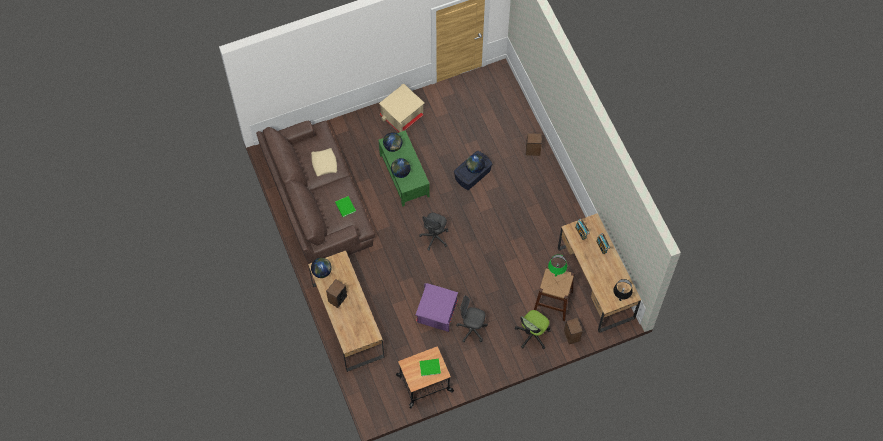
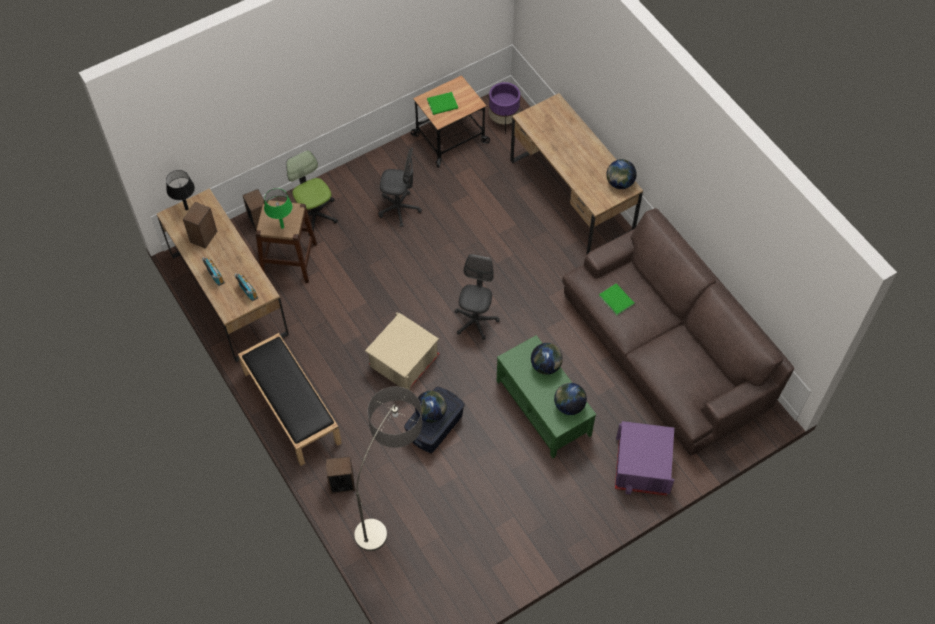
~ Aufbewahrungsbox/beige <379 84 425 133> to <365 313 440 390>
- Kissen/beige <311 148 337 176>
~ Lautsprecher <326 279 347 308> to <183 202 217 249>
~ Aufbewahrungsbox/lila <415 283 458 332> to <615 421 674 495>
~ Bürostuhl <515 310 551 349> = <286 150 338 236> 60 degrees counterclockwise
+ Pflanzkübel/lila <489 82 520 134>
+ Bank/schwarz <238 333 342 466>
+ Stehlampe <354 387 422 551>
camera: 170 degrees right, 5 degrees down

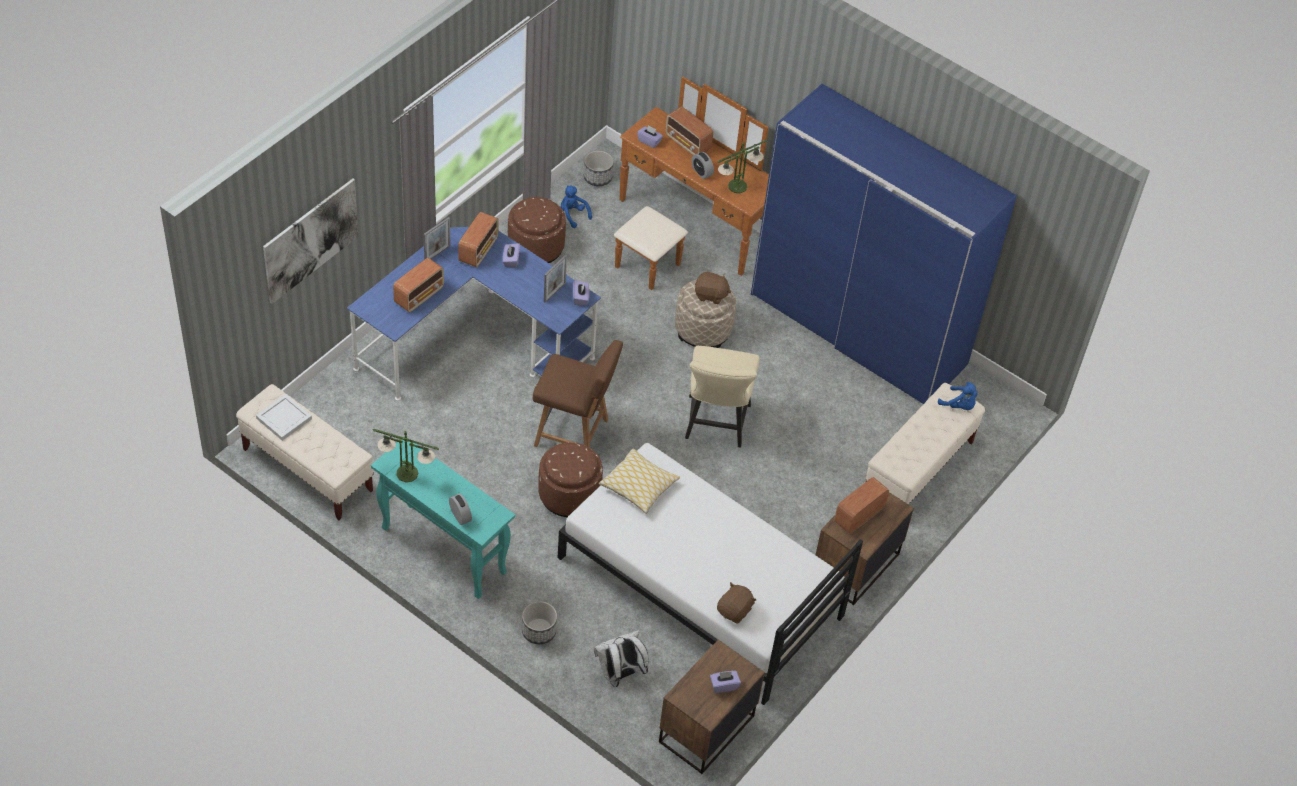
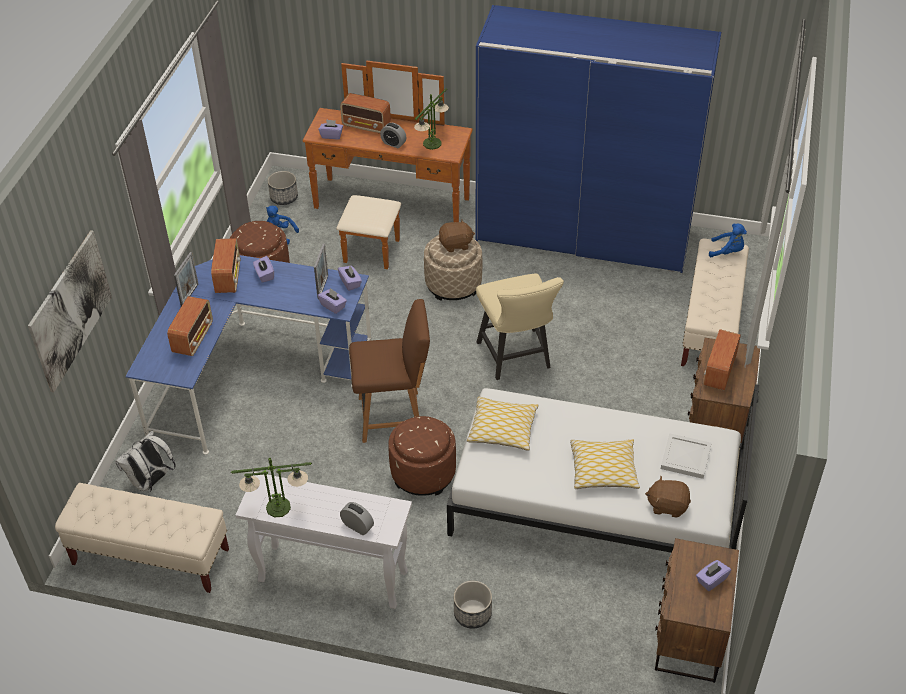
~ Tablett/weiß <256 394 312 441> to <661 433 712 479>
~ Konsolentisch/türkis <371 436 515 599> to Konsolentisch/weiß <236 472 412 609>
~ Plüschtier/braun <717 582 756 624> = <645 475 691 518> 90 degrees counterclockwise
~ Rucksack/weiß <594 630 649 687> to <115 431 176 492>
+ Taschentuchbox/lila <318 288 347 314>
+ Kissen <570 439 640 489>
camera: 20 degrees left, 5 degrees down

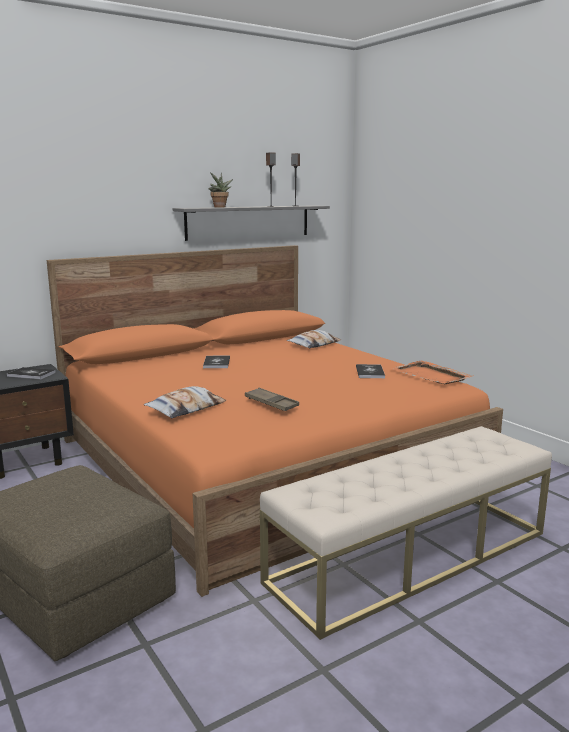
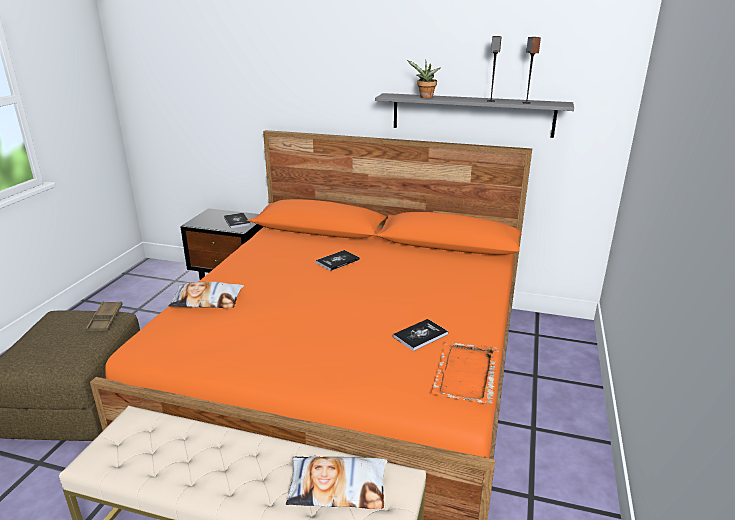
~ Kissen <287 330 341 348> to <286 456 387 509>
~ Tablett/braun <245 388 299 411> to <86 301 122 332>
camera: 50 degrees right, 10 degrees up

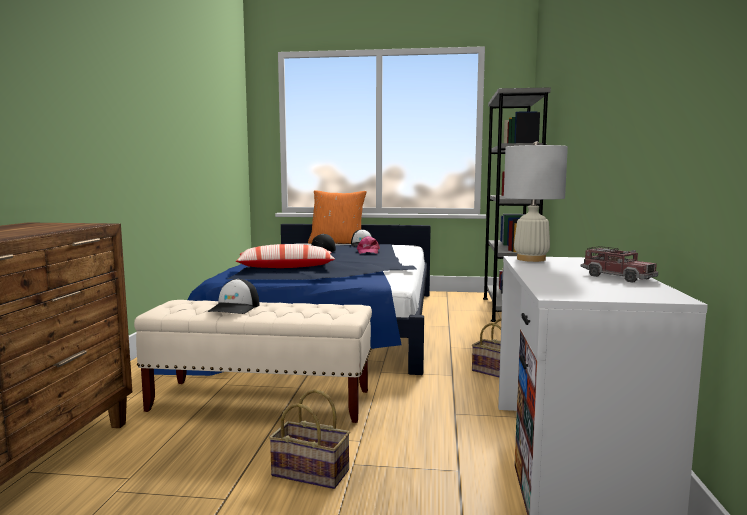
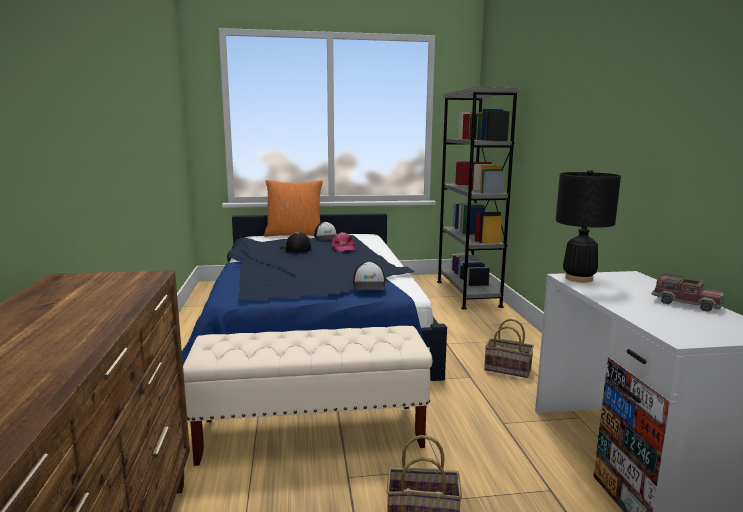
~ Tischlampe/weiß <504 141 568 262> to Tischlampe/schwarz <556 170 621 282>
- Kissen <236 244 335 268>
~ Kappe <207 279 259 314> to <353 261 386 290>
camera: 15 degrees left, 5 degrees up

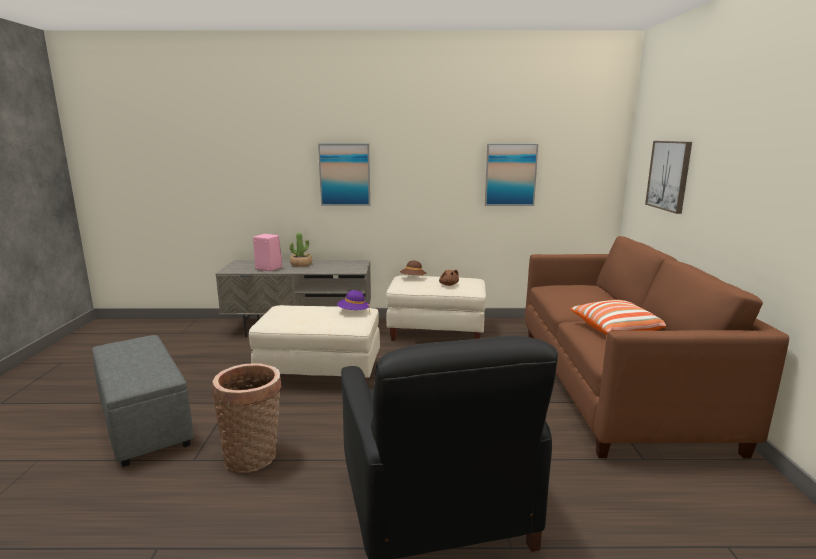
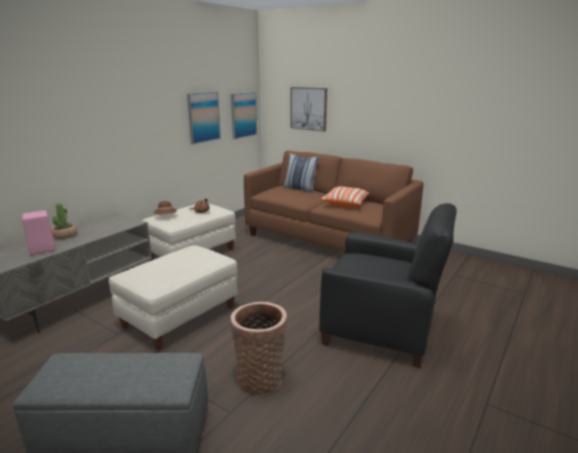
~ Bild <318 144 370 206> to <231 92 257 139>
- Hut/lila <337 290 370 310>
+ Kissen <283 153 320 193>
camera: 55 degrees left, 5 degrees up

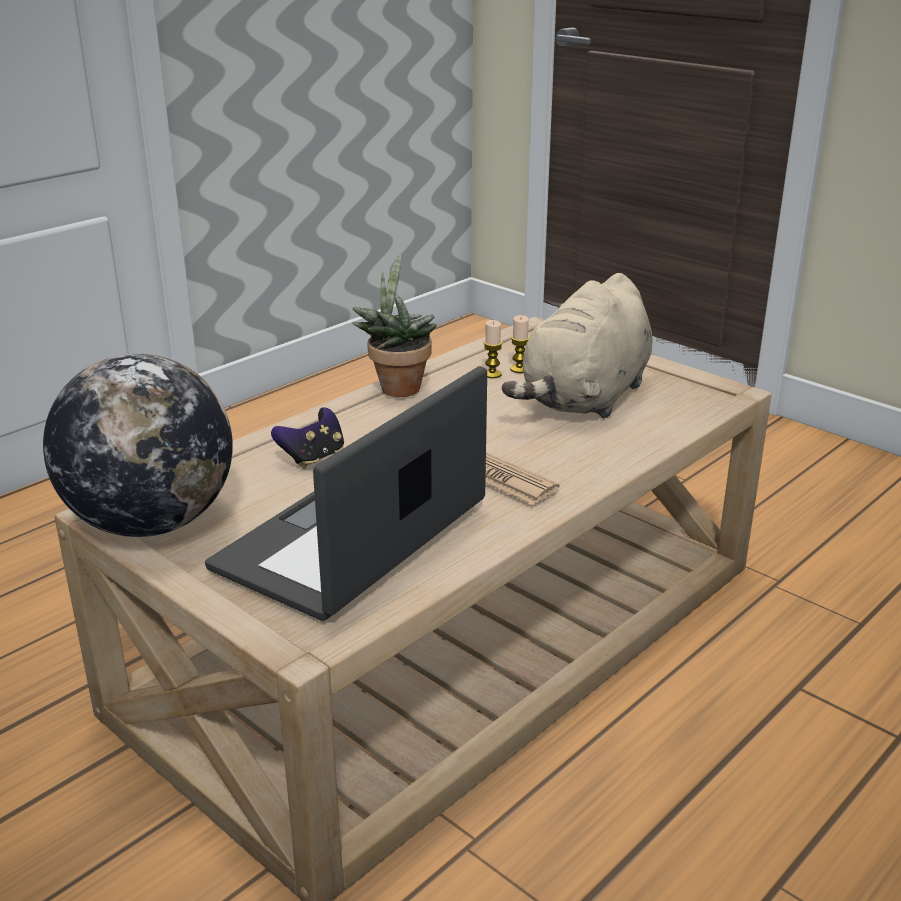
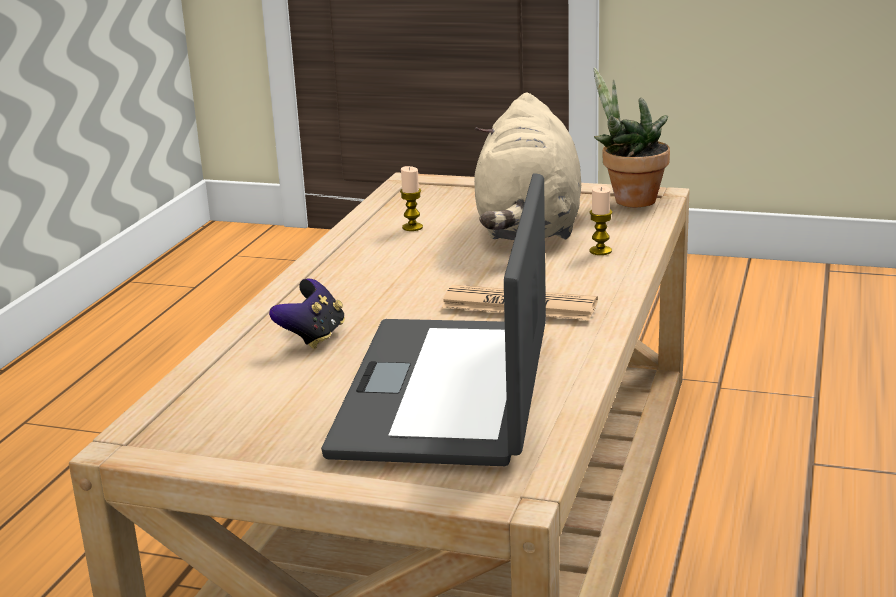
~ Topfpflanze <352 255 437 397> to <594 67 670 207>
~ Kerze <510 315 530 373> to <589 185 612 255>
- Globus <43 354 233 537>
camera: 25 degrees left, 5 degrees down

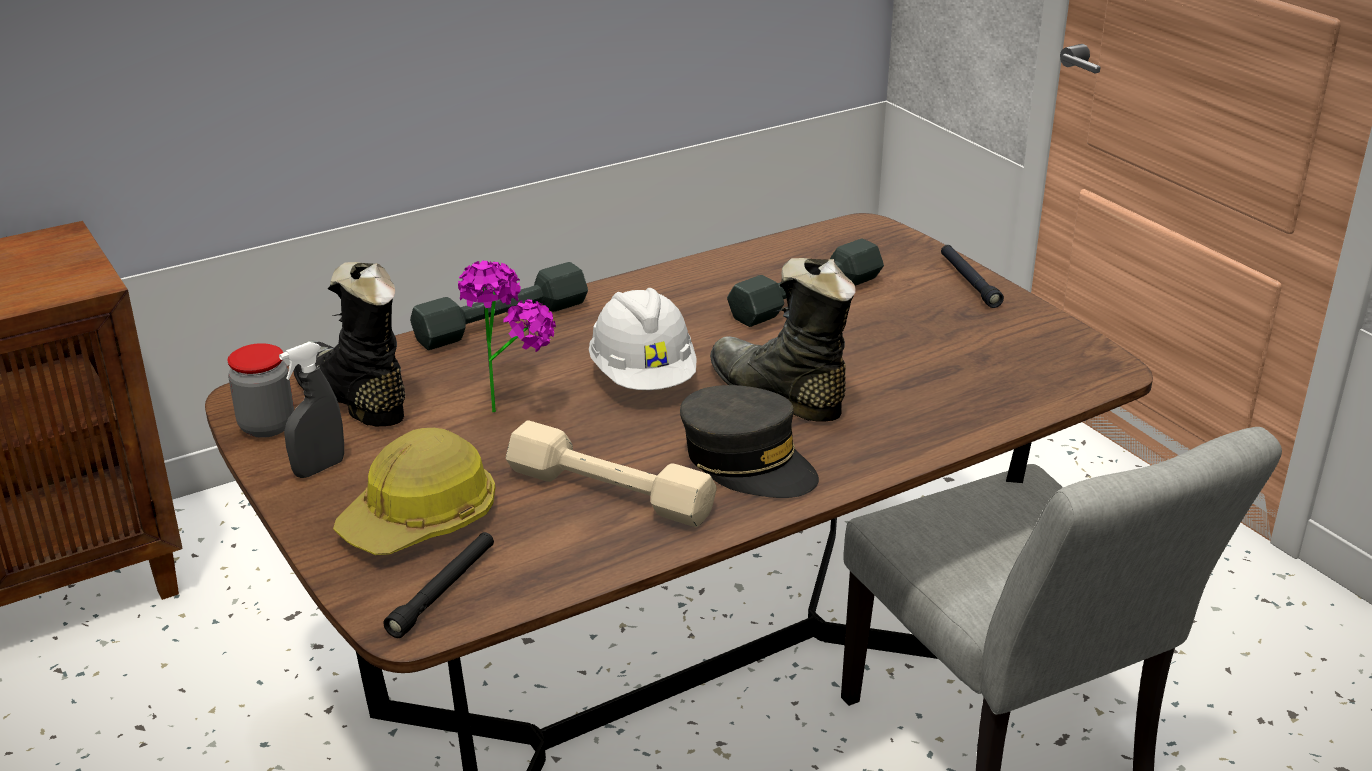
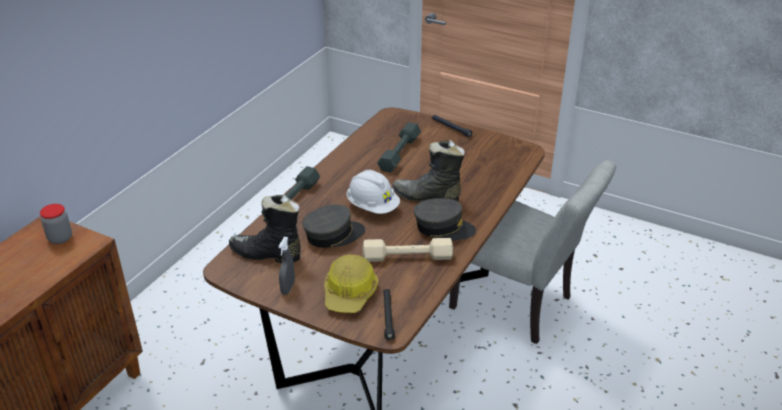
~ Topfpflanze <458 261 556 413> to Kappe/grau <302 204 365 248>
~ Vorratsglas <227 343 294 438> to <40 204 72 244>
camera: 30 degrees left, 5 degrees up

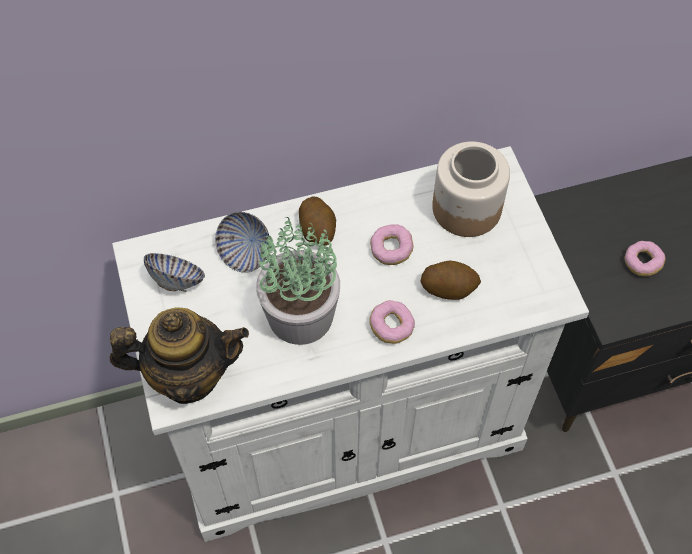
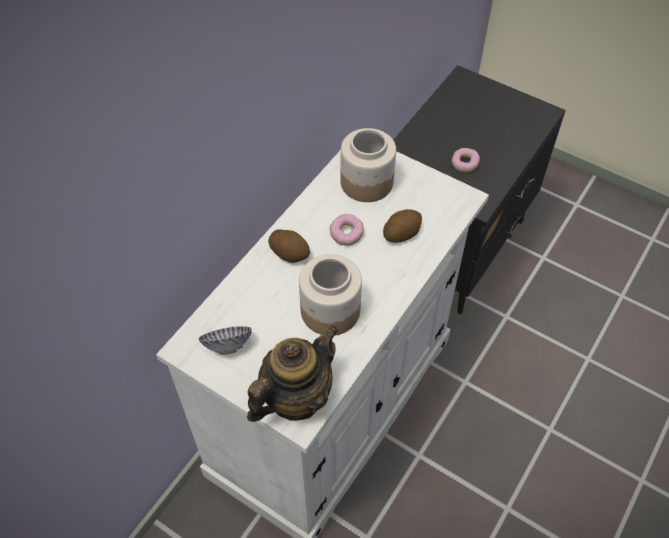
- Schüssel <215 212 269 273>
~ Topfpflanze <256 217 340 345> to Vorratsglas <299 254 362 336>
- Donut <369 300 415 344>
camera: 40 degrees left, 5 degrees down

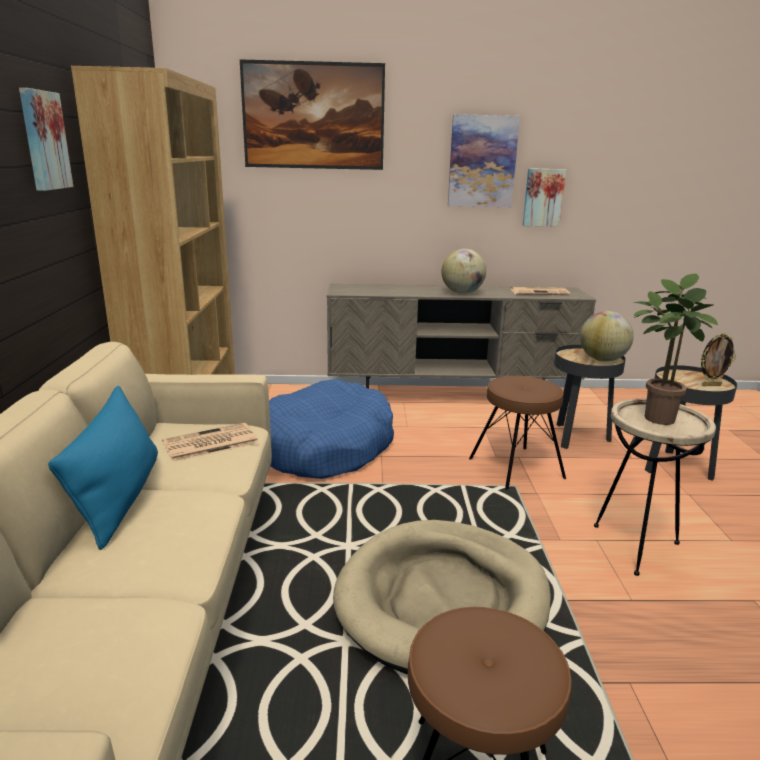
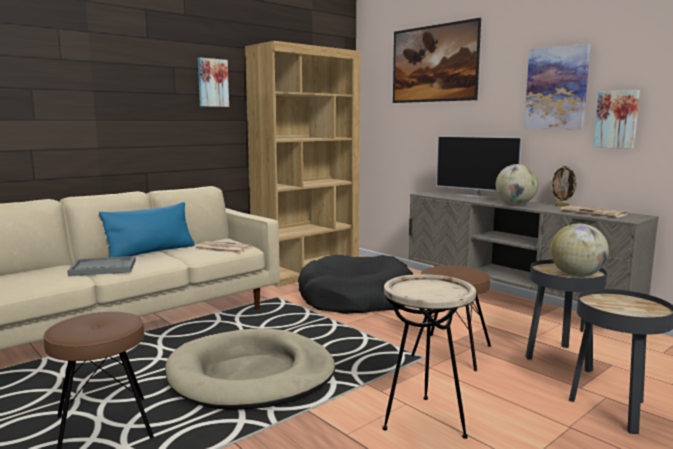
- Topfpflanze <633 274 718 425>
~ Bilderrahmen <701 333 736 386> to <550 165 577 206>
~ Hundebett/blau <269 379 394 479> to Hundebett/schwarz <298 255 413 314>
+ Fernseher <436 136 522 198>
+ Tablett/grau <67 256 136 276>
camera: 50 degrees right, 10 degrees down

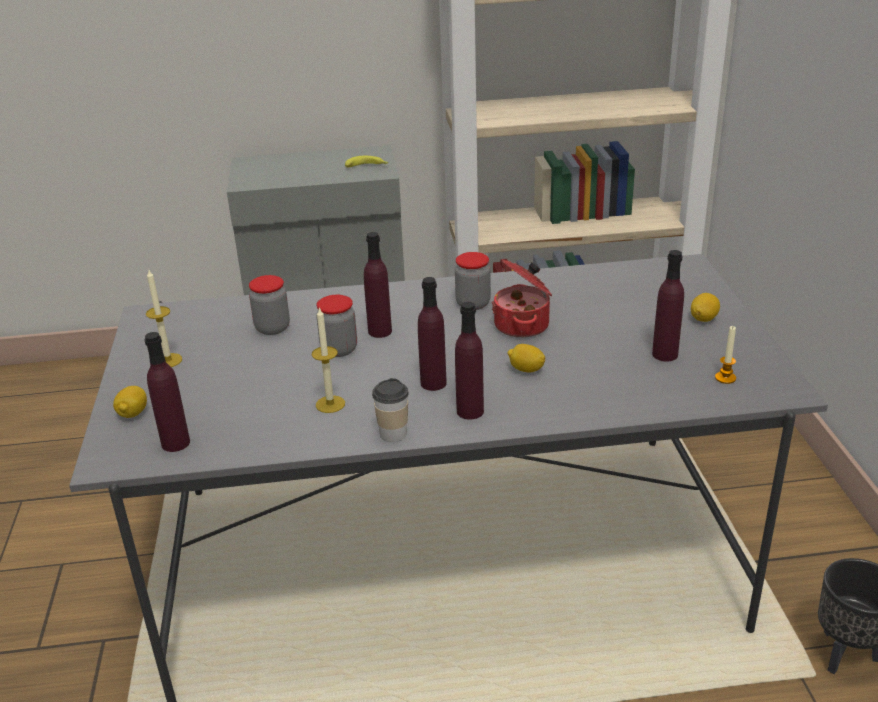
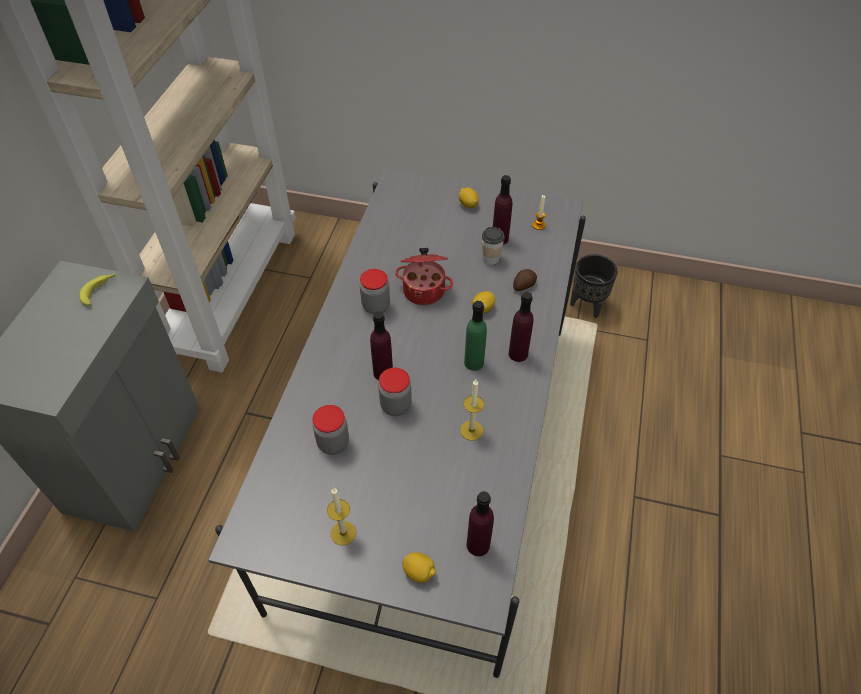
~ Flasche/lila <418 277 447 391> to Flasche/grün <464 301 487 371>
~ Tasse <372 378 409 442> to <482 227 505 265>
+ Kartoffel <513 269 537 291>
camera: 70 degrees left, 20 degrees up

